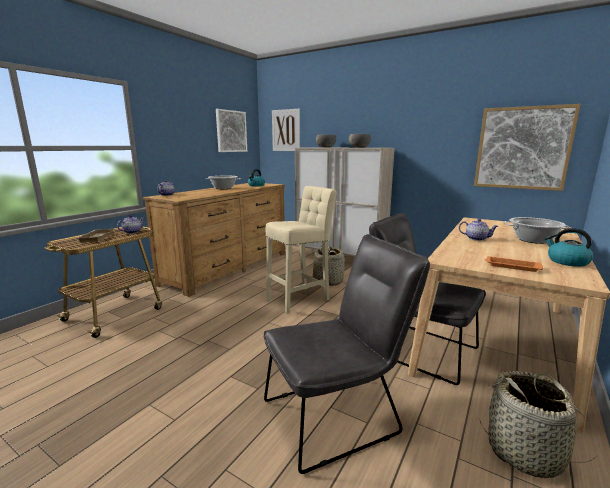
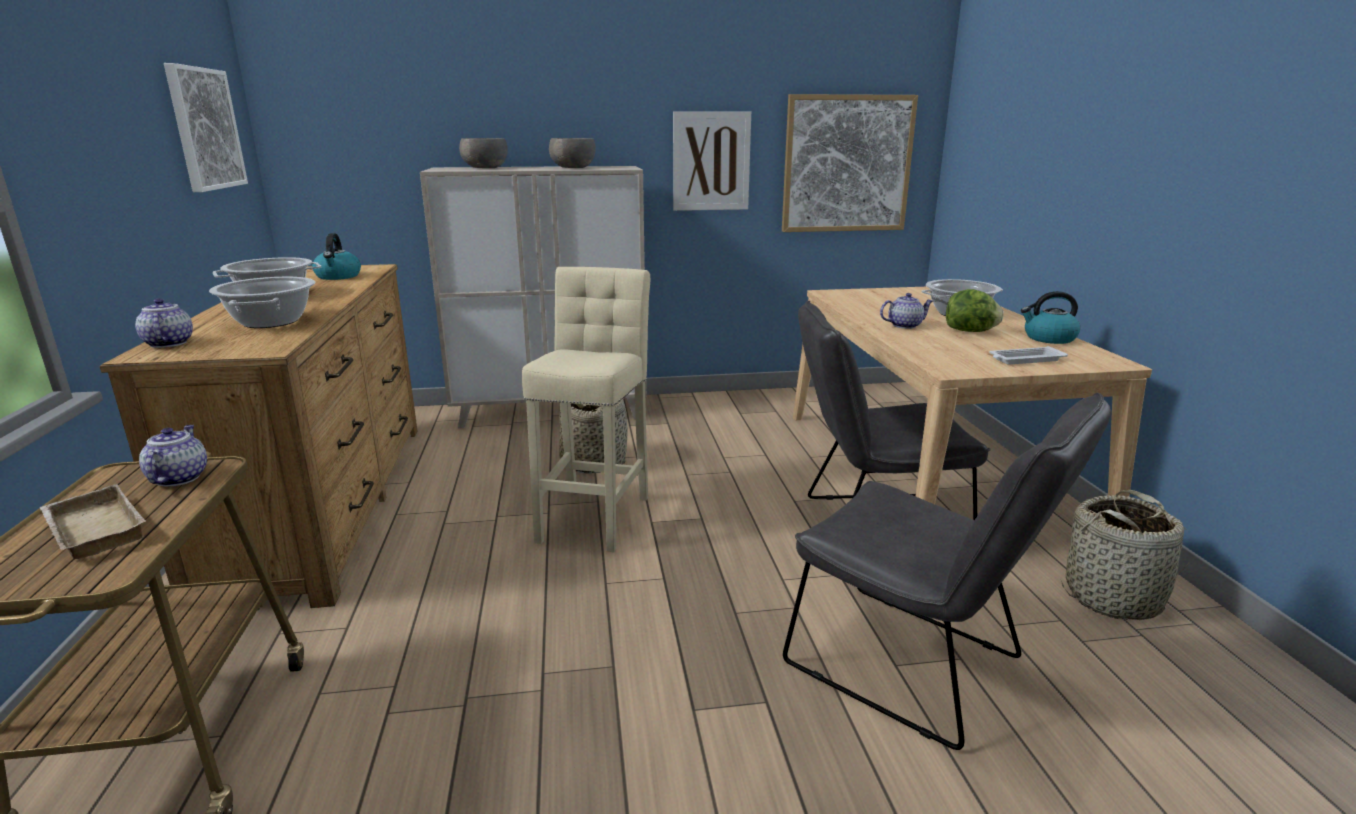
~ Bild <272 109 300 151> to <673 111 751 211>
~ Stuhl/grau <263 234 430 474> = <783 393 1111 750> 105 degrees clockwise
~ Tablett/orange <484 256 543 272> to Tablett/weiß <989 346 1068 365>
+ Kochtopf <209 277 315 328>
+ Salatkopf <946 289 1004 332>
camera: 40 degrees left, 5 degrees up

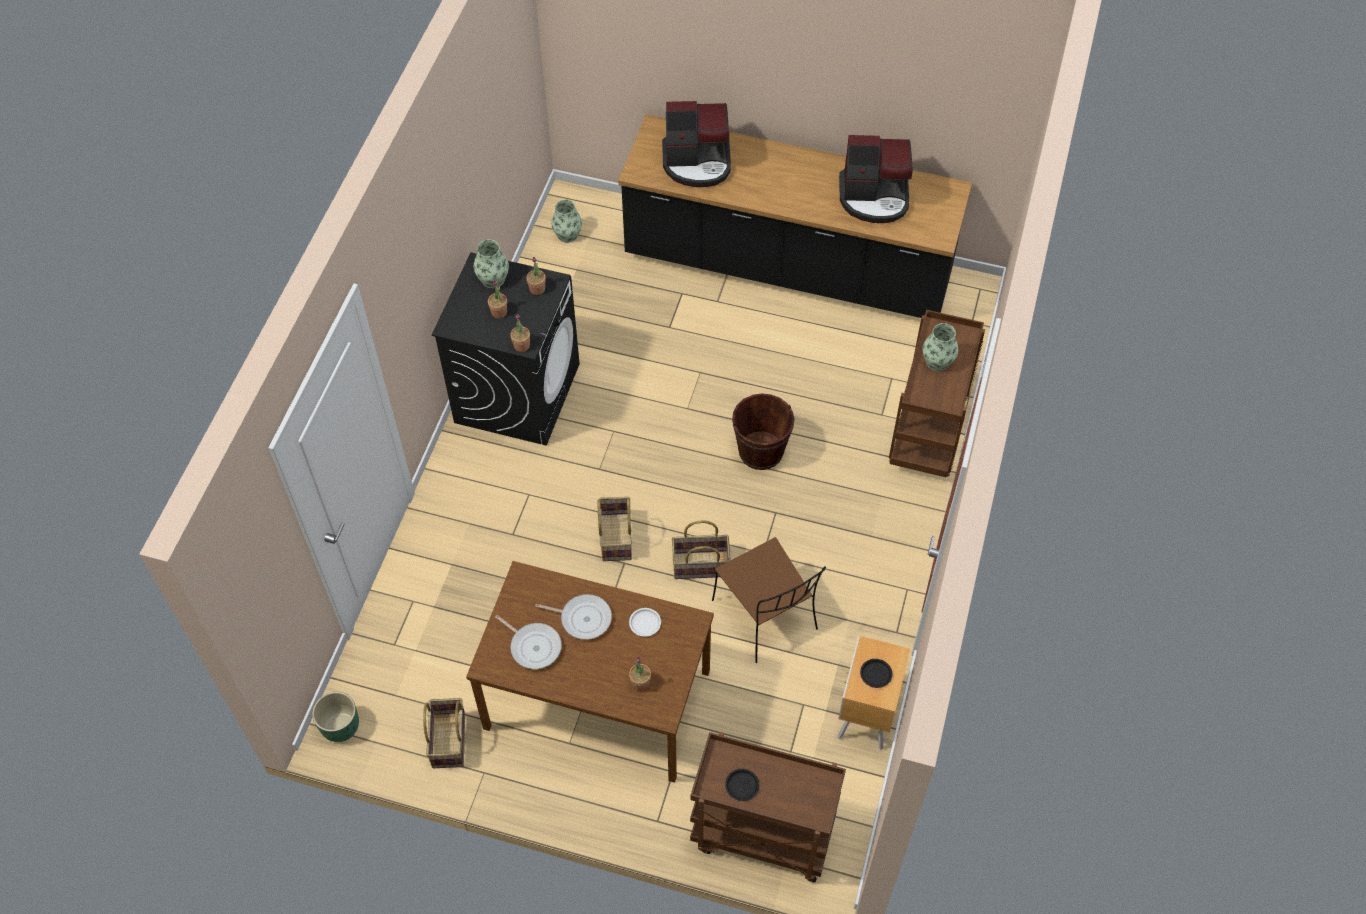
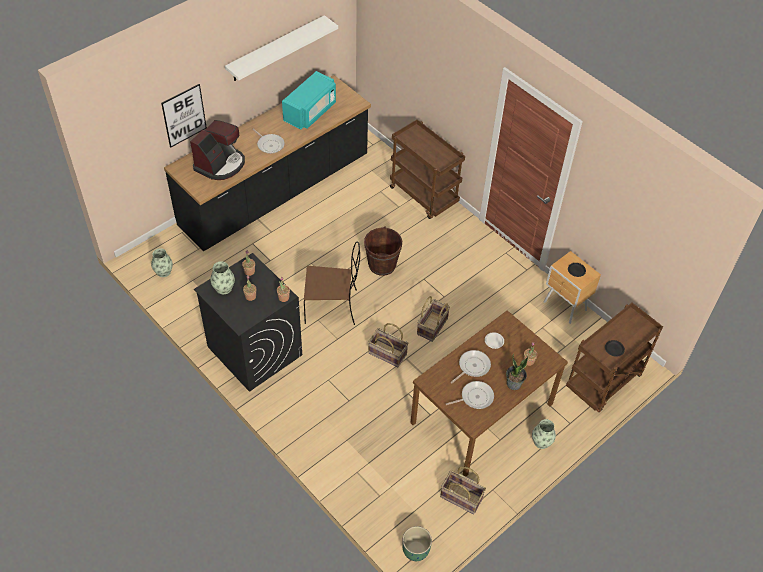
~ Kaffeemaschine <839 135 913 223> to Mikrowelle/türkis <282 71 336 129>
~ Vase <923 323 958 371> to <532 419 556 449>
~ Stuhl/braun <712 537 826 663> to <304 242 360 325>
+ Wandregal/weiß <225 15 338 81>
+ Bild <161 84 207 147>
+ Pfanne <253 129 285 154>
+ Topfpflanze <506 353 528 390>
camera: 60 degrees left, 5 degrees down

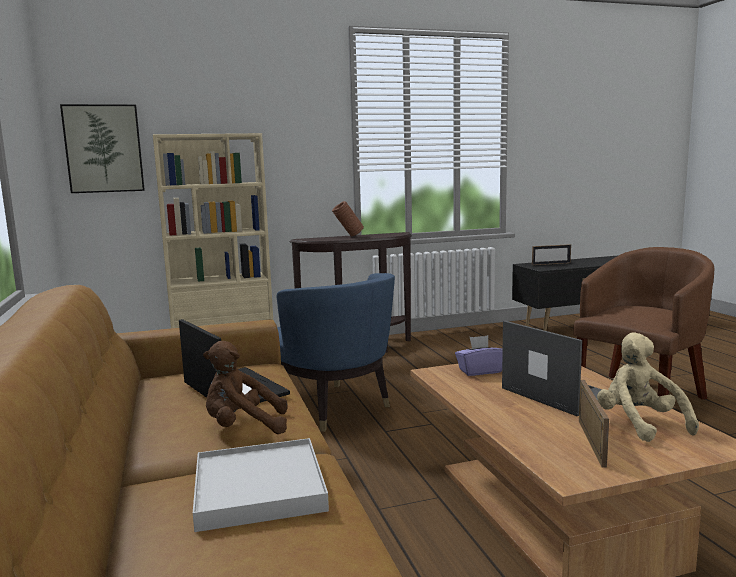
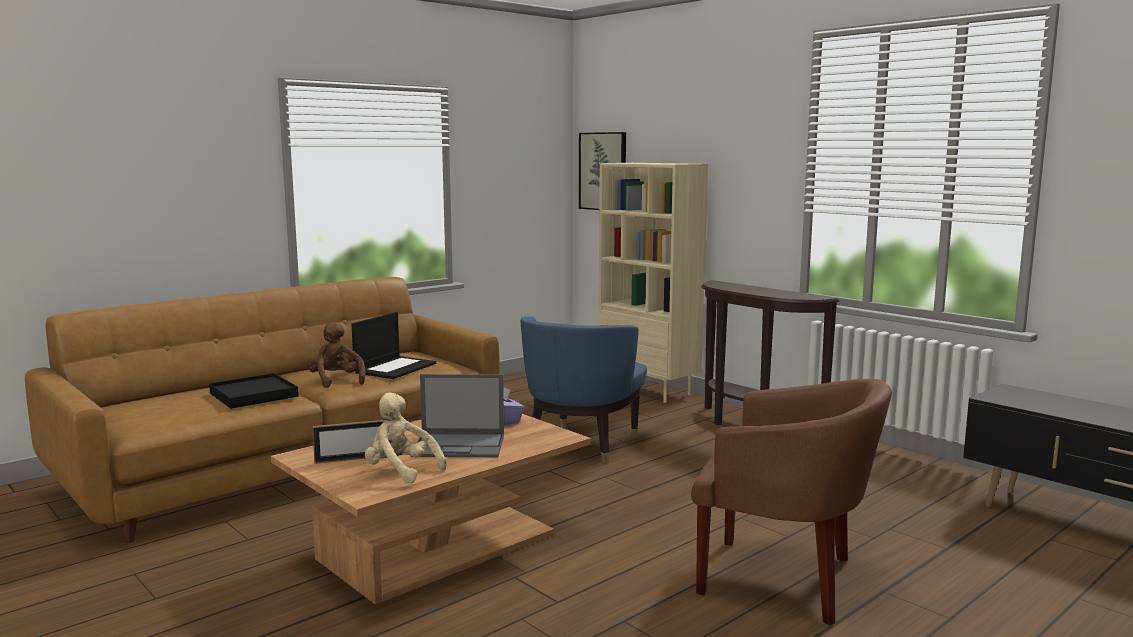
- Vase/braun <332 201 364 236>
- Bilderrahmen <532 244 571 265>
~ Laptop <502 321 602 416> = <411 374 504 457> 60 degrees clockwise
~ Plüschtier/beige <597 332 699 442> = <365 392 447 483> 105 degrees counterclockwise
~ Tablett/weiß <193 438 329 532> to Tablett/schwarz <209 373 299 409>
camera: 65 degrees right, 0 degrees up

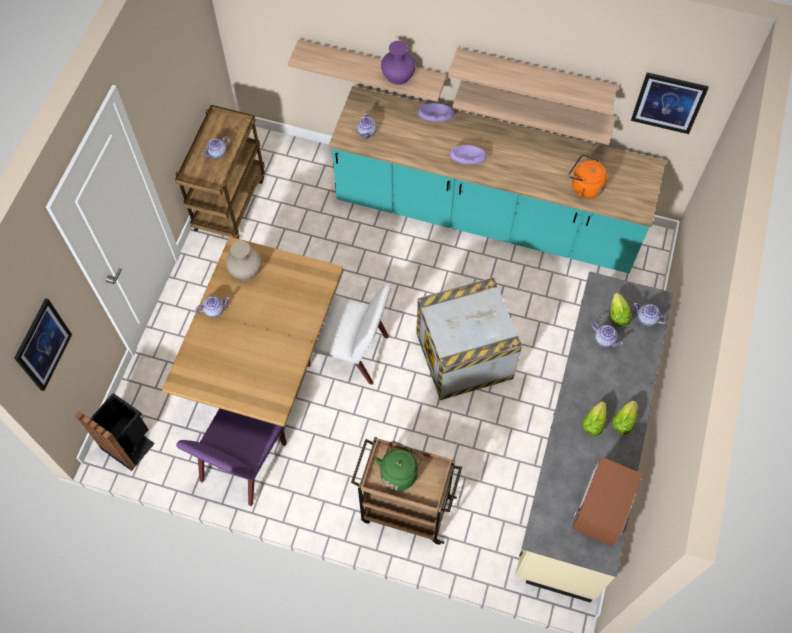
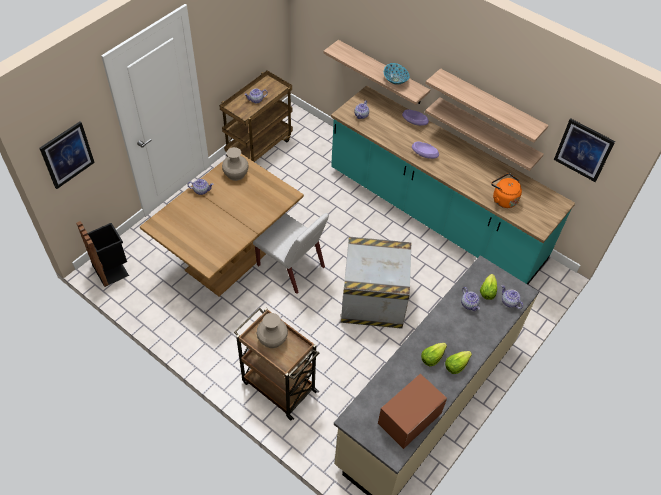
~ Vase/lila <381 41 416 85> to Schüssel <384 63 410 85>
- Stuhl/lila <176 408 287 506>
~ Wasserkessel/grün <374 441 423 491> to Vase/beige <257 313 288 348>
camera: 20 degrees right, 10 degrees down

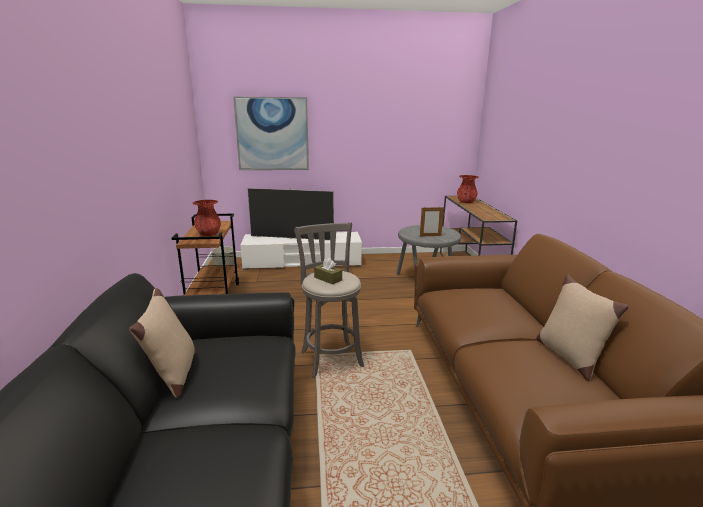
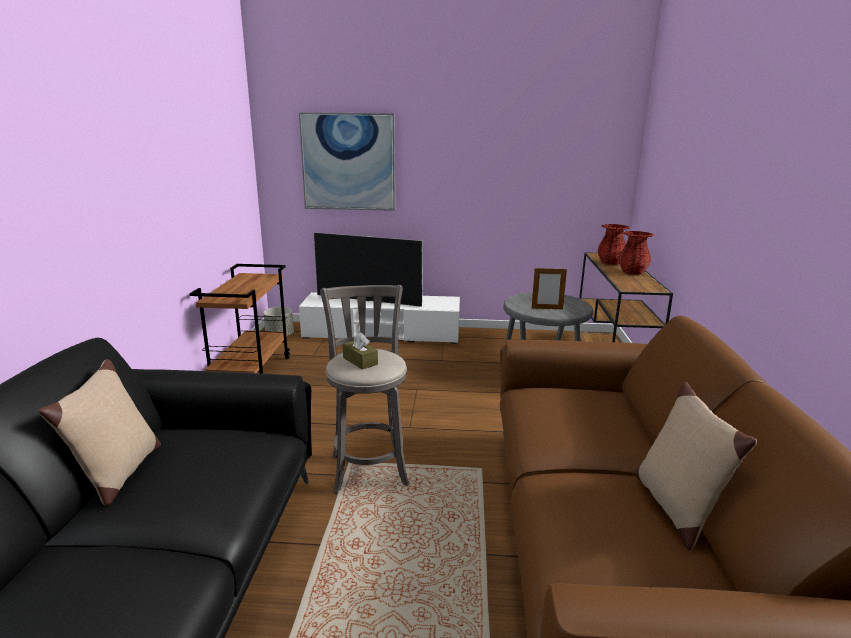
~ Vase/rot <192 200 221 236> to <619 231 654 274>
camera: 10 degrees right, 0 degrees up

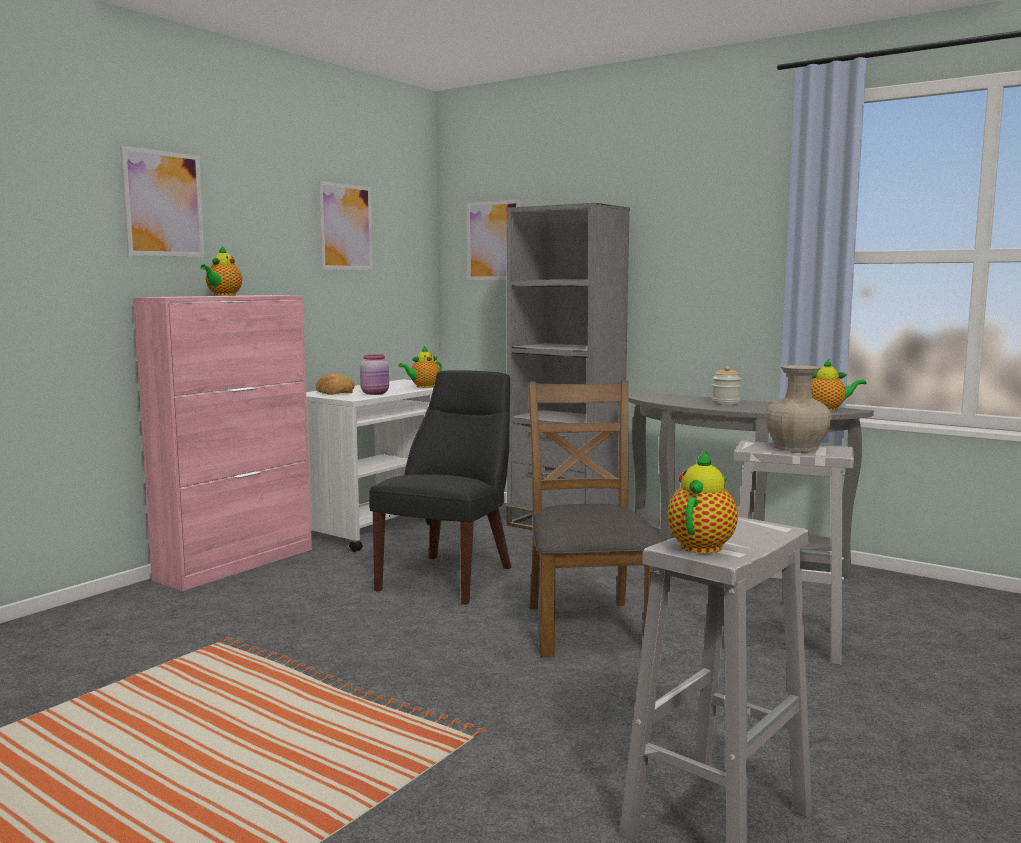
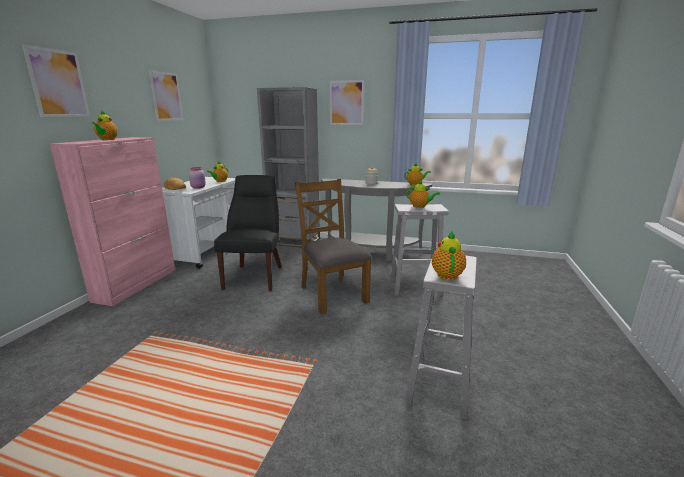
~ Bild <467 200 521 280> to <330 80 364 125>
~ Vase/beige <765 365 832 452> to Teekanne <406 180 440 208>
camera: 20 degrees left, 10 degrees up

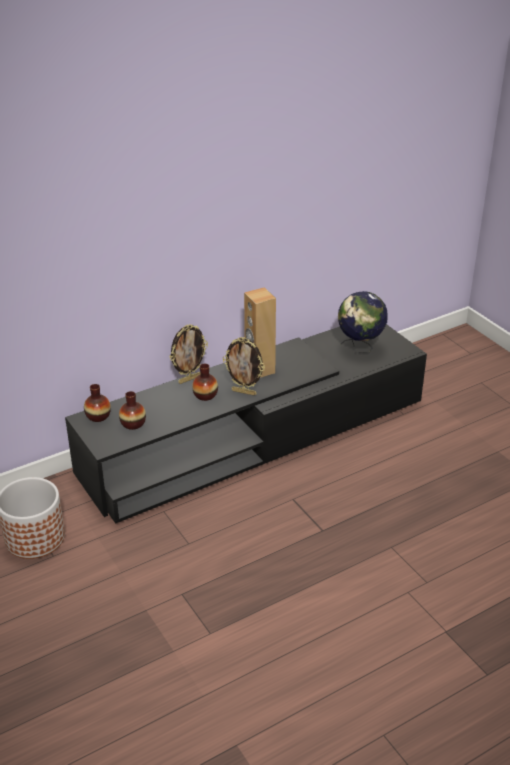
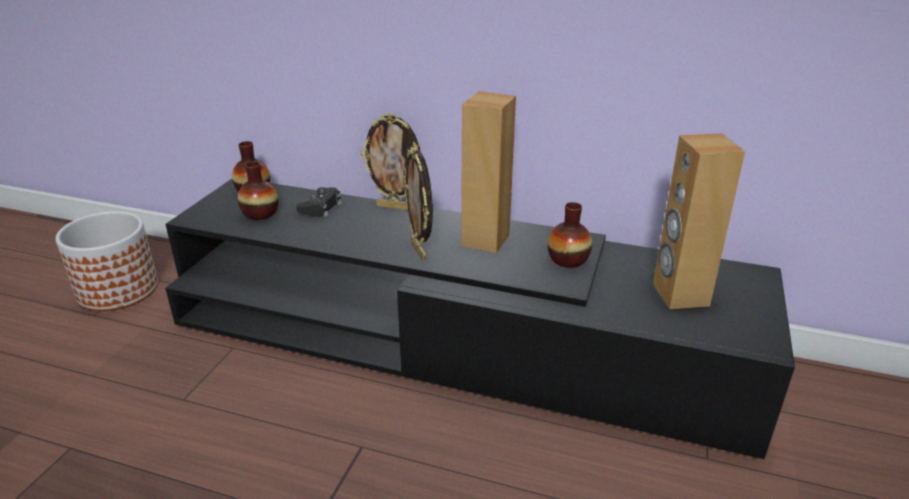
~ Globus <338 291 388 353> to Lautsprecher/braun <653 133 745 309>
~ Vase <192 364 218 401> to <548 202 592 268>
+ Gamepad/schwarz <297 187 342 217>
camera: 50 degrees right, 5 degrees down

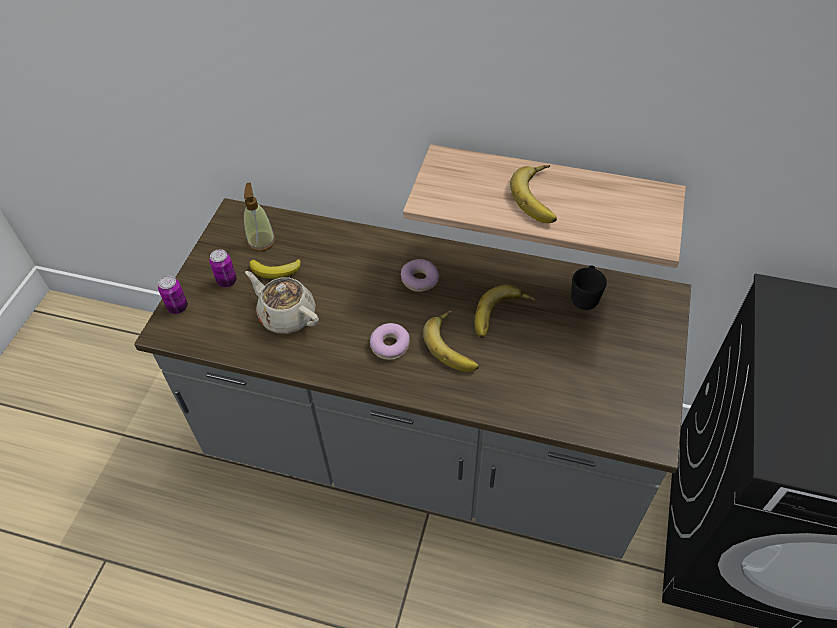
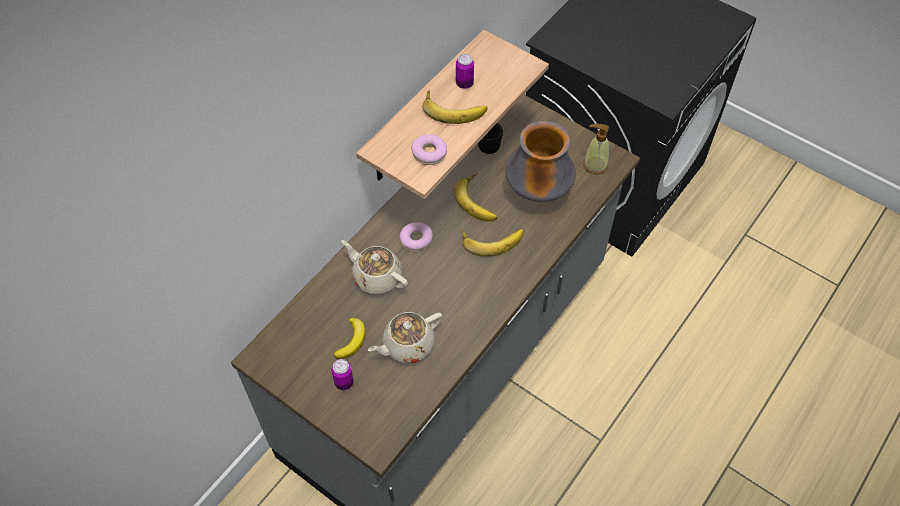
~ Seifenspender <244 182 276 251> to <583 124 609 174>
~ Dose <158 276 188 314> to <456 54 474 89>
~ Donut <370 323 410 360> to <411 134 447 165>
+ Vase <506 121 576 202>
+ Teekanne/beige <341 240 408 295>
camera: 70 degrees left, 5 degrees up

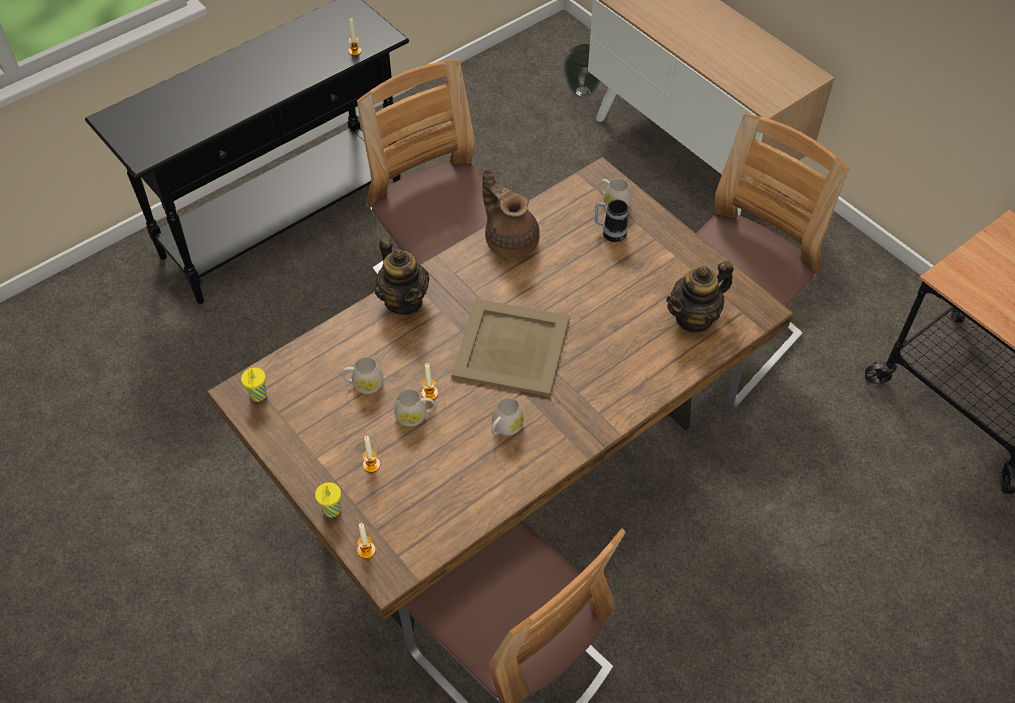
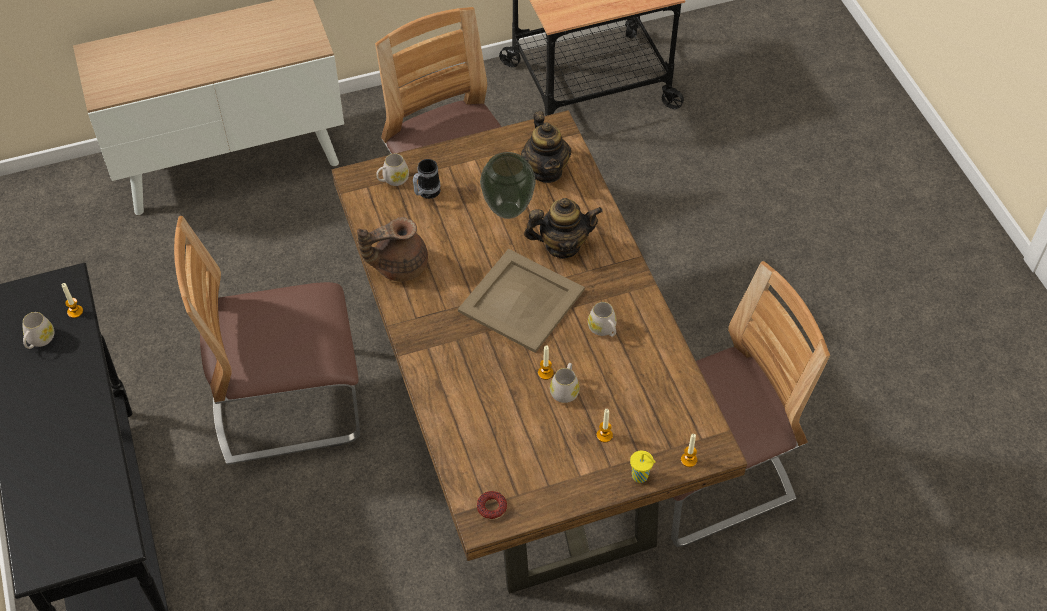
~ Vase <563 44 601 98> to <480 152 536 219>
~ Teekanne <374 237 430 315> to <524 198 603 259>
~ Henkelbecher/weiß <342 357 383 394> to <23 312 54 349>
~ Tasse/gelb <241 368 267 402> to Donut <477 491 507 520>
camera: 70 degrees left, 0 degrees up

